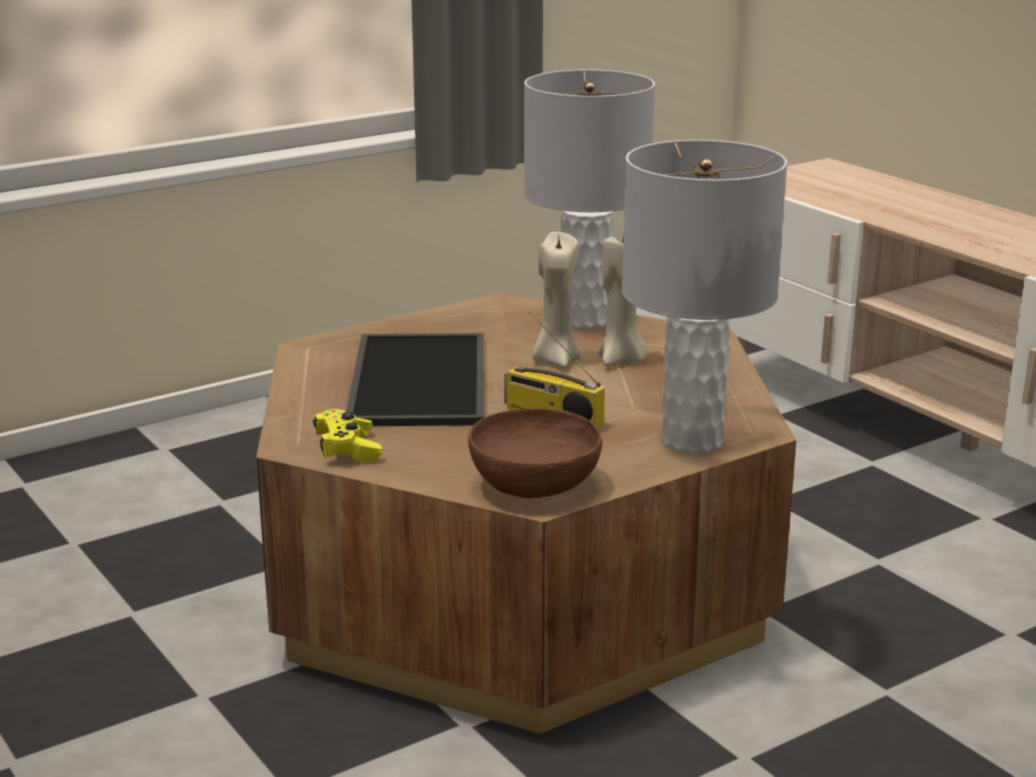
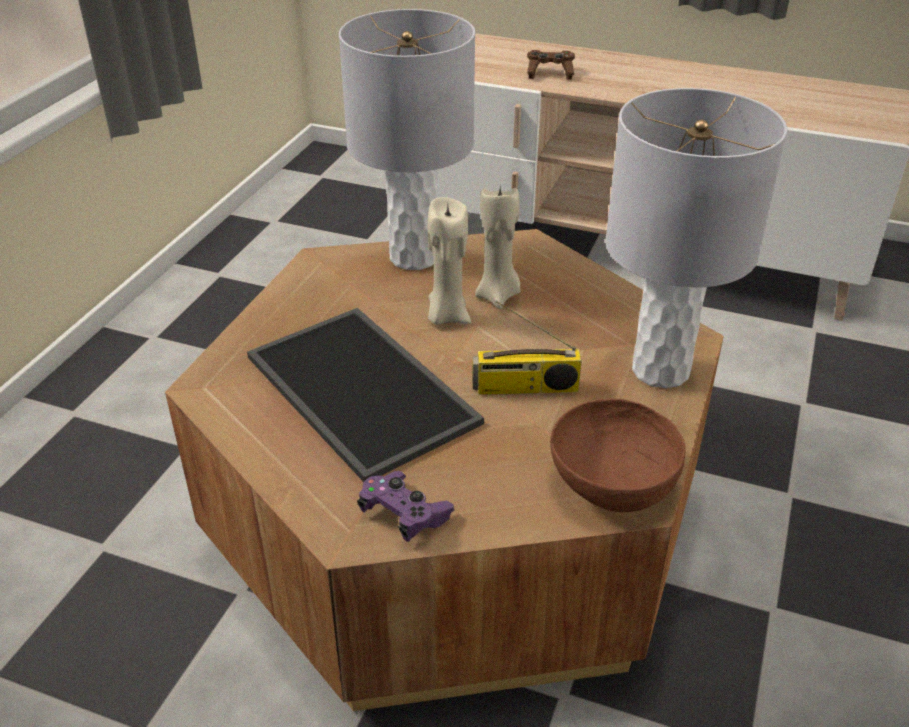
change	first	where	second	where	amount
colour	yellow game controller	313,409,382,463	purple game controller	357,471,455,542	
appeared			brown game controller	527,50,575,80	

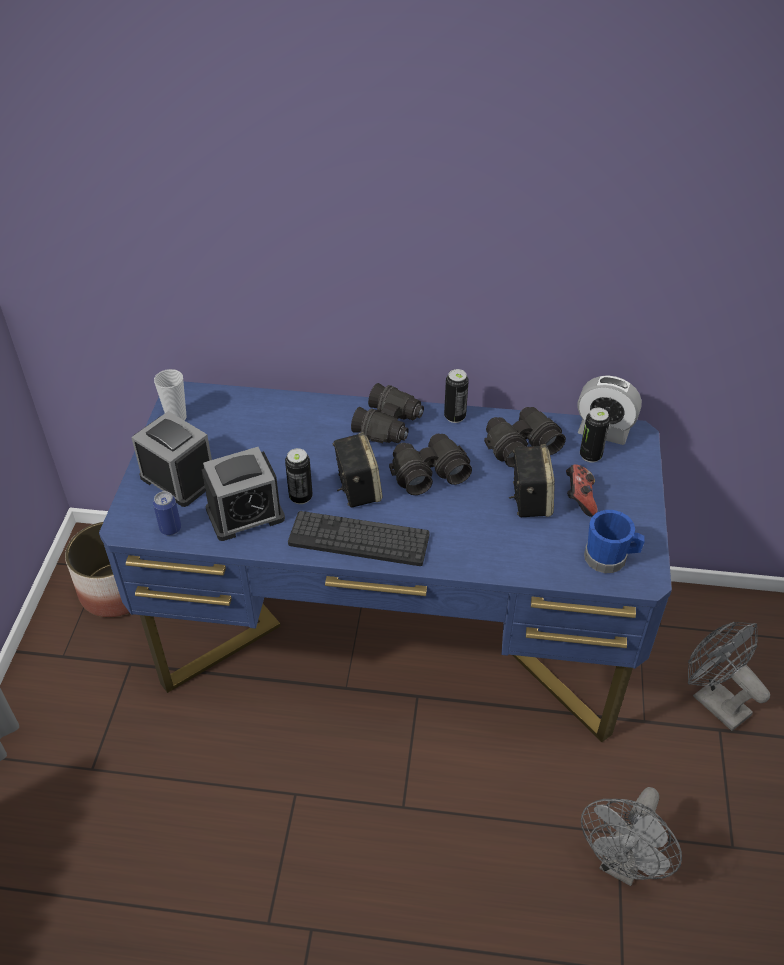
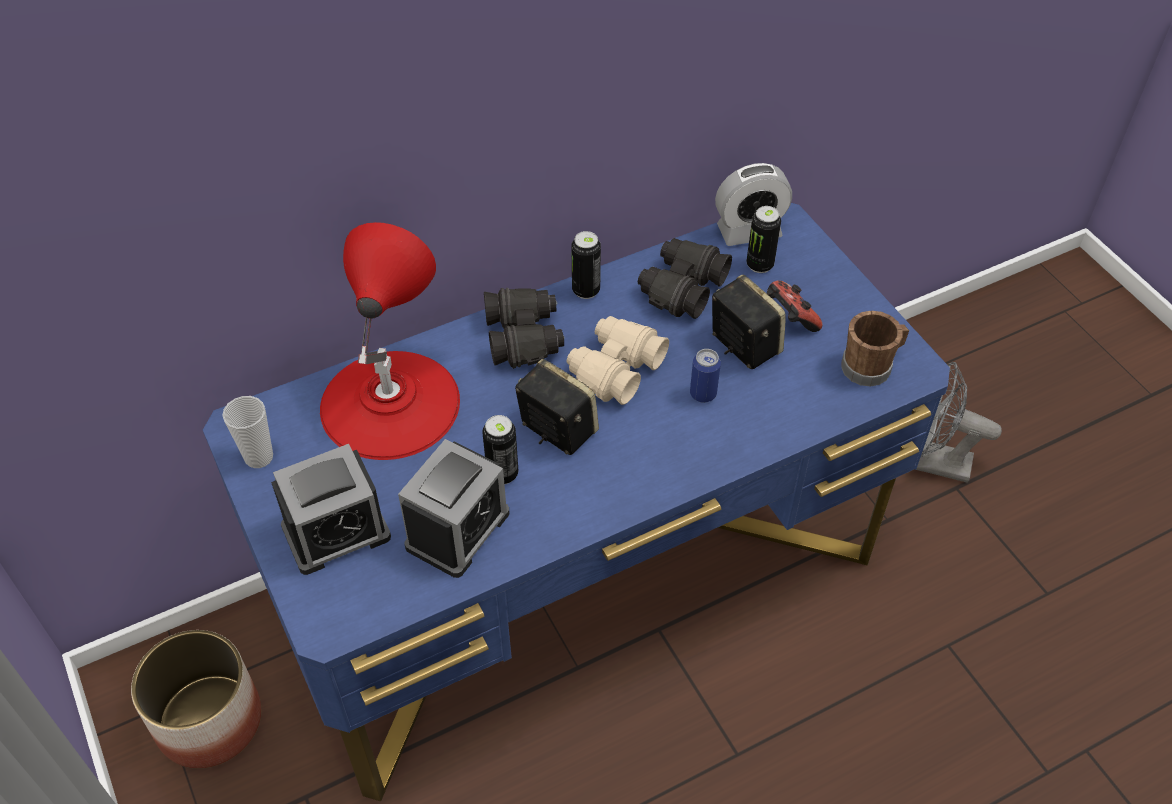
change	first	where	second	where	amount
spun	alarm clock	131,411,212,507		271,444,391,575	150 degrees clockwise
relocated	can	153,491,181,535		690,349,721,403	
missing	keyboard	288,511,430,566			
colour	black binoculars	389,434,472,495	beige binoculars	567,316,669,405	
missing	grey fan	581,787,682,886			
colour	blue mug	584,510,645,573	brown mug	841,311,909,387	
appeared			red table lamp	320,222,460,460	

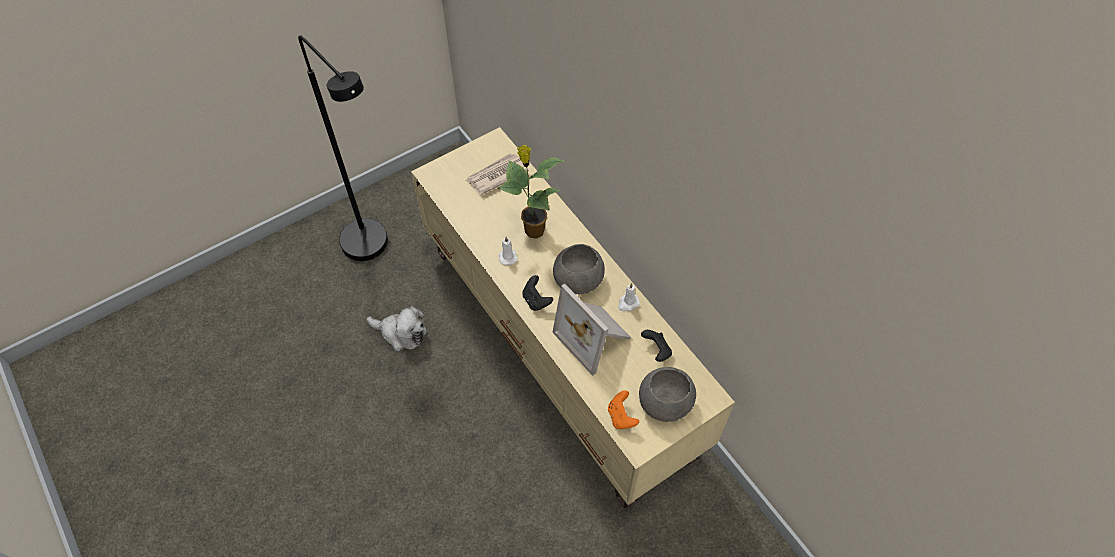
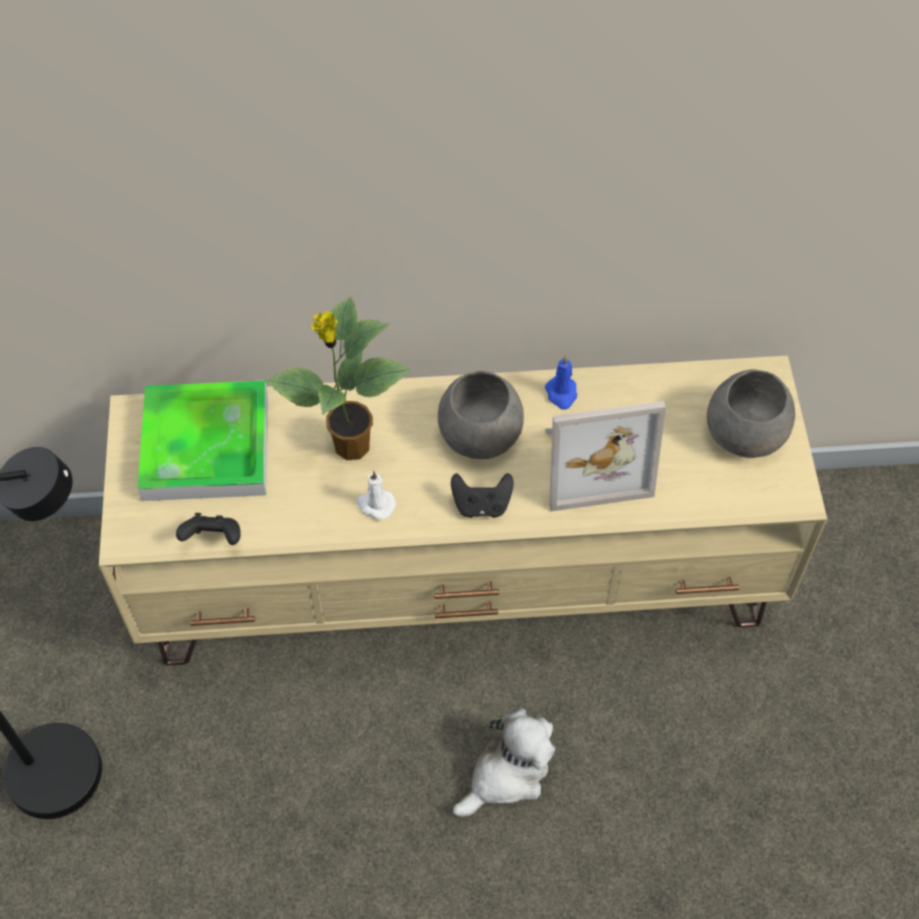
change	first	where	second	where	amount
relocated	plush toy	367,306,427,352		452,708,555,817	
exchanged	newspaper	466,153,529,195	tray	137,381,268,501	
missing	orange game controller	608,390,639,429			
colour	white candle	618,283,640,311	blue candle	545,355,577,410	
relocated	black game controller	641,330,672,362		176,513,241,545	

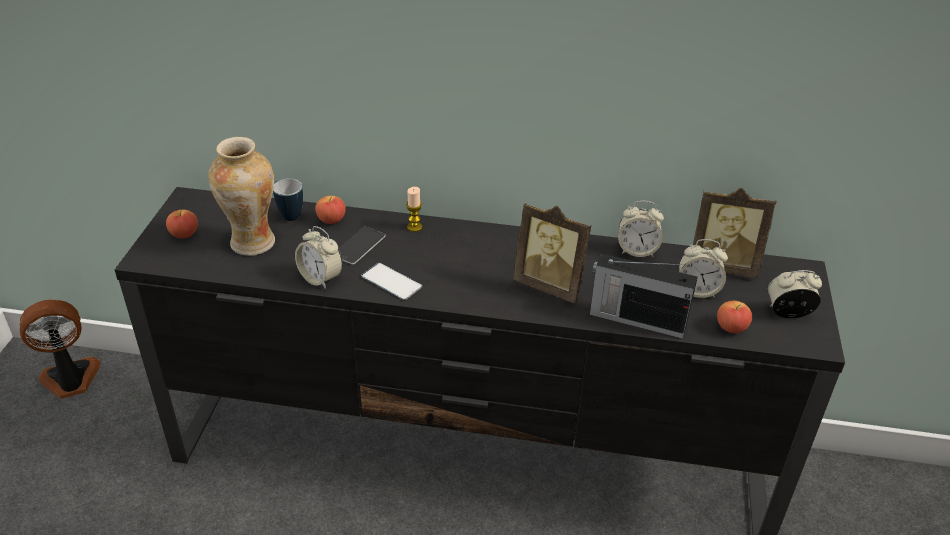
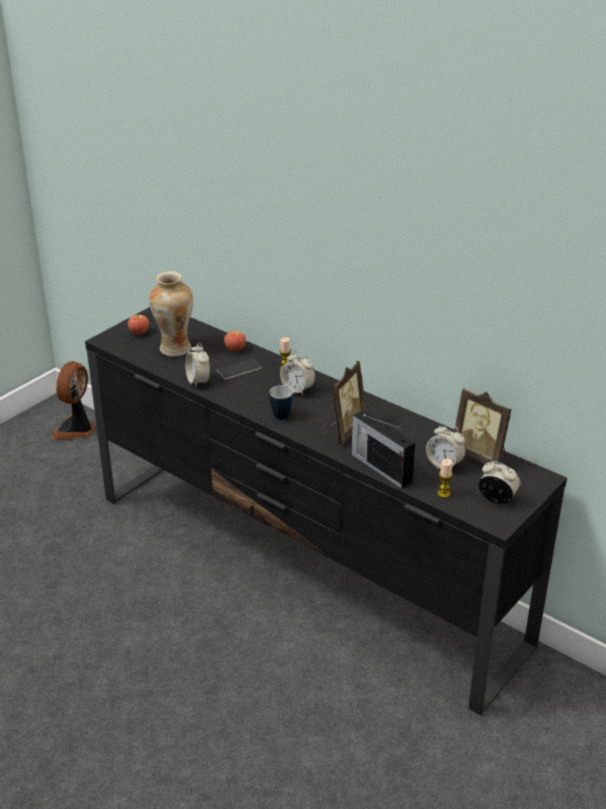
change	first	where	second	where	amount
spun	fan	19,300,100,399		51,361,97,439	75 degrees counterclockwise
relocated	mug	273,179,303,221		270,385,293,420	
missing	phone	361,263,422,300			
spun	picture frame	513,202,591,303		322,361,366,445	120 degrees counterclockwise
relocated	alarm clock	618,201,664,257		280,350,315,395	
exchanged	apple	717,301,752,333	candle	437,459,453,498	

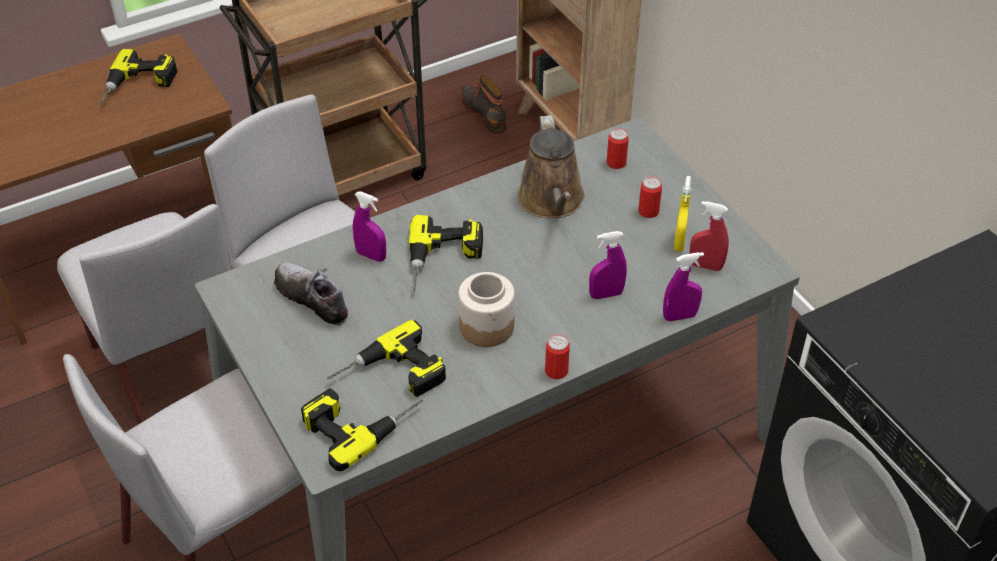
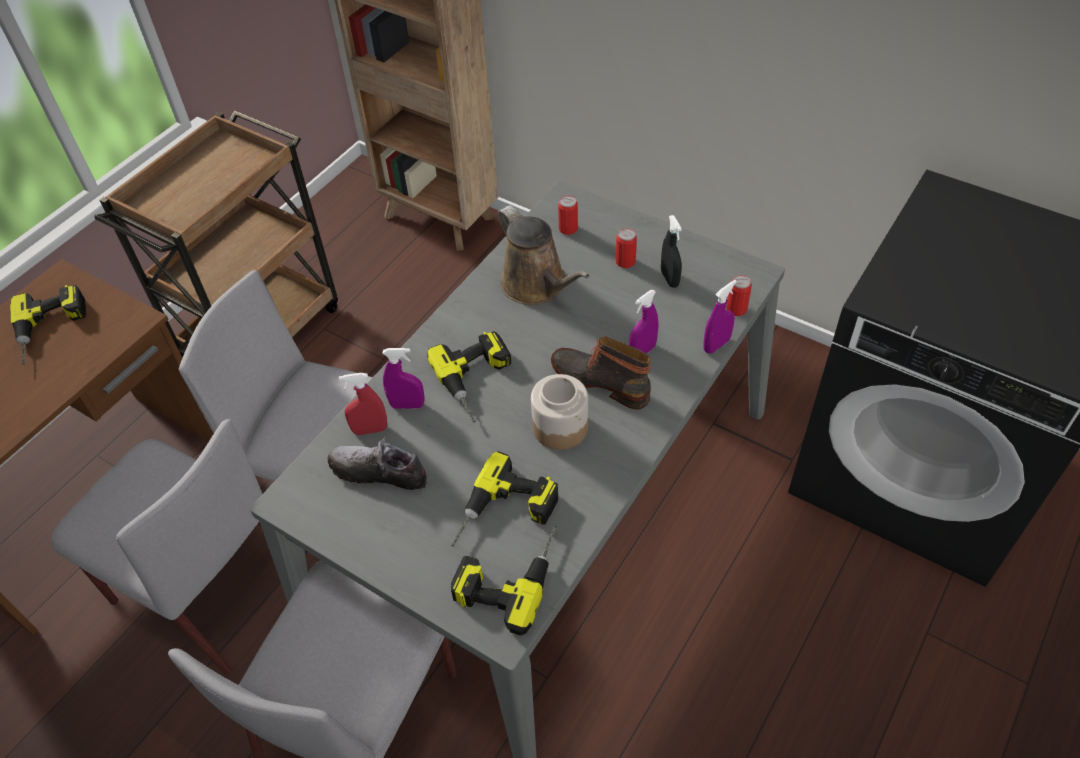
change	first	where	second	where	amount
relocated	boot	460,75,506,134		551,336,651,409	
relocated	can	545,334,570,379		726,275,752,316	
colour	yellow spray bottle	674,176,691,252	black spray bottle	661,215,682,288	
relocated	red spray bottle	689,201,729,271		339,373,387,435	

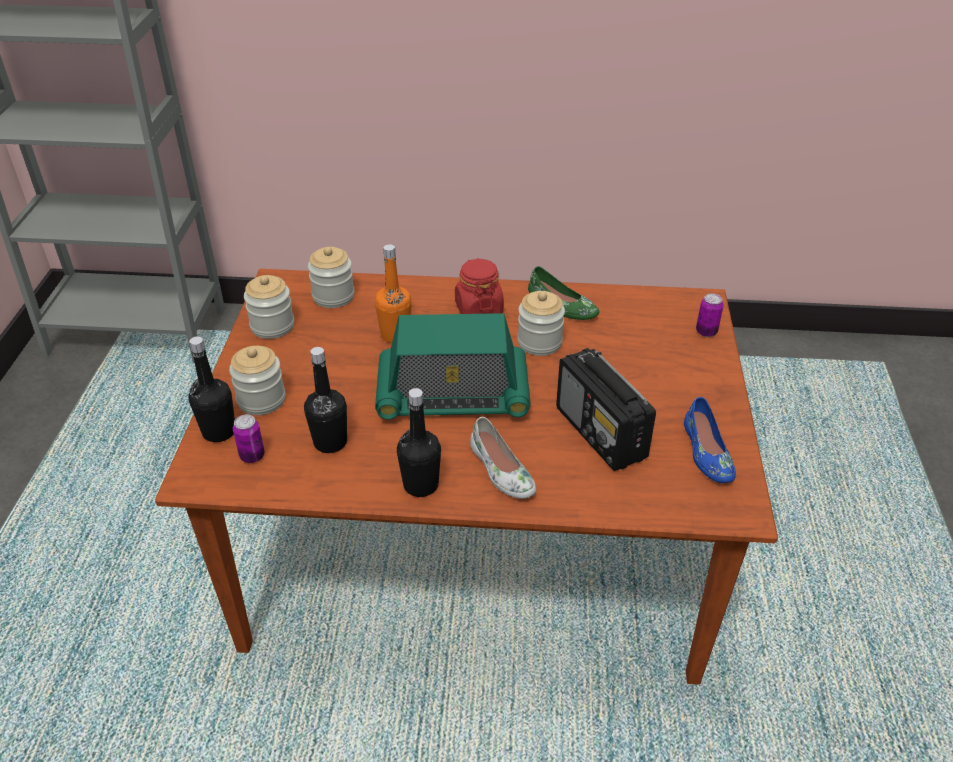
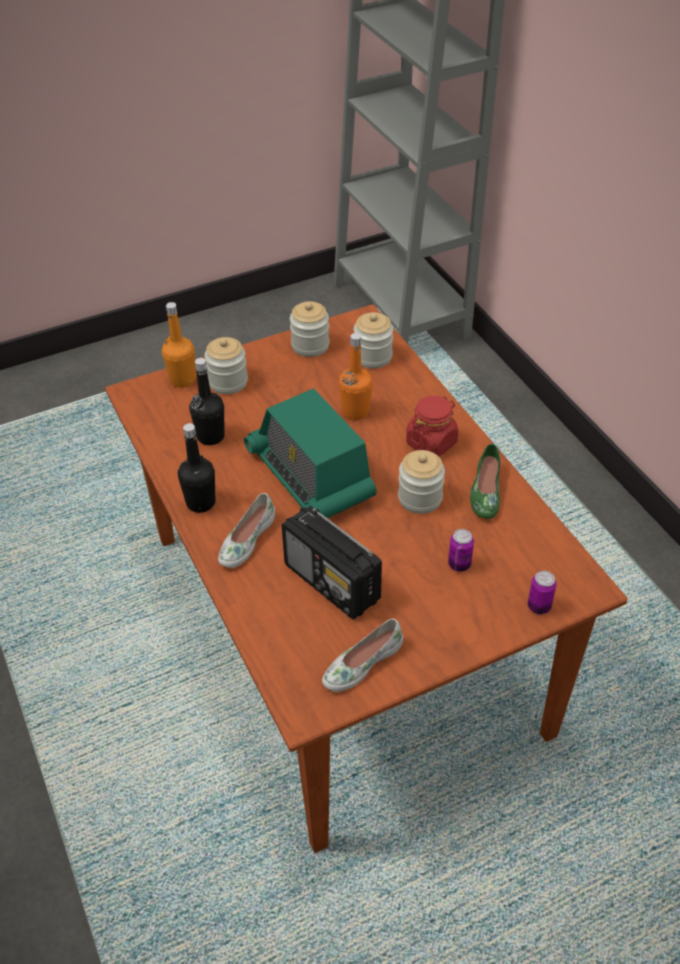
change	first	where	second	where	amount
colour	black bottle	188,337,235,442	orange bottle	162,302,196,388	
relocated	can	233,414,265,463		448,529,474,572	
spun	radio	556,348,656,471		282,506,382,620	75 degrees counterclockwise
colour	blue shoe	684,397,736,483	white shoe	322,619,403,692	

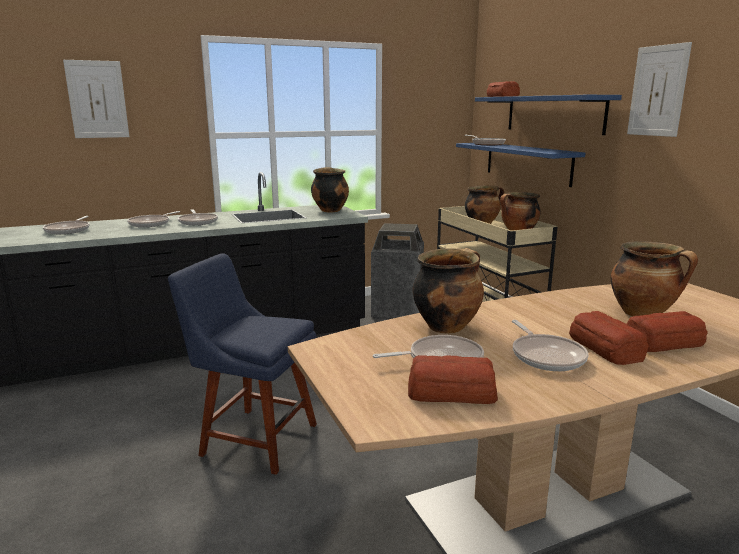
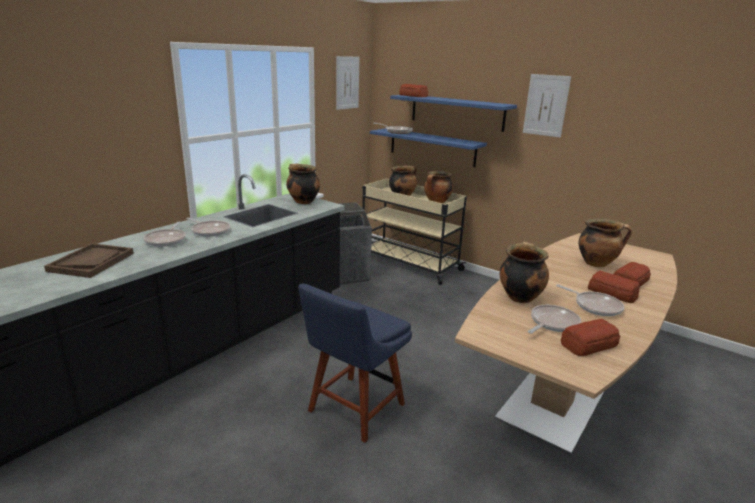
change	first	where	second	where	amount
exchanged	frying pan	43,216,89,234	brown tray	44,243,134,278	
relocated	picture	63,60,129,138		336,56,359,110	
spun	blue chair	168,253,317,475		298,283,412,443	45 degrees counterclockwise

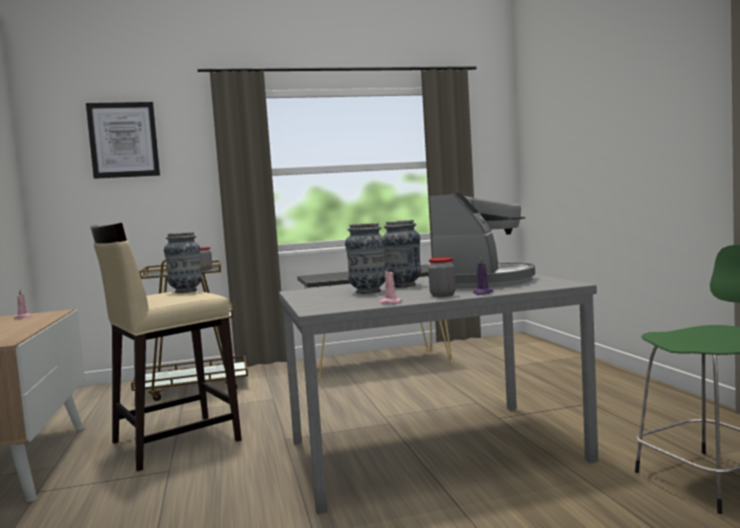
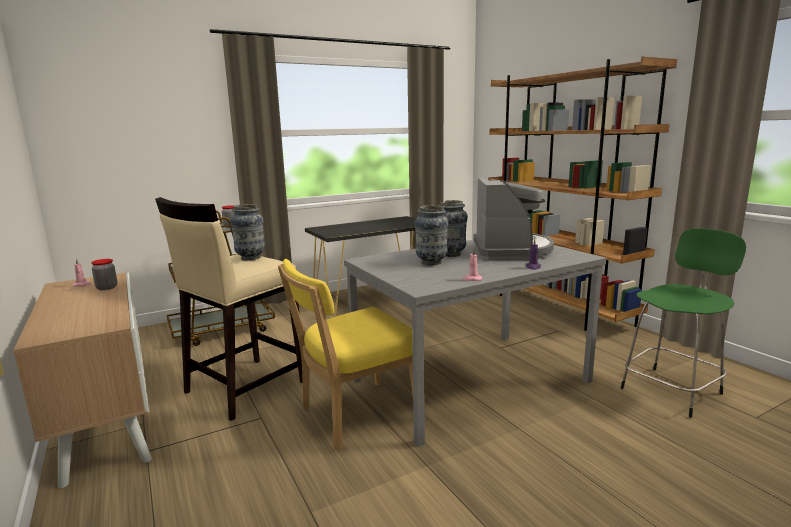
change	first	where	second	where	amount
missing	picture	86,102,160,179			
relocated	jar	428,257,456,297		91,259,117,290	
appeared			yellow chair	278,259,413,451	
appeared			brown bookcase	488,56,677,331	

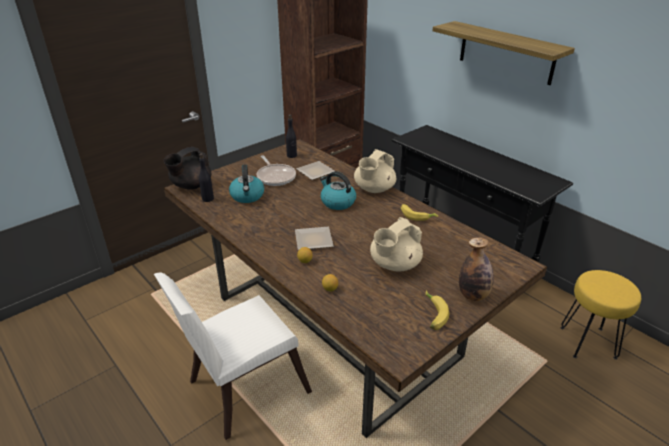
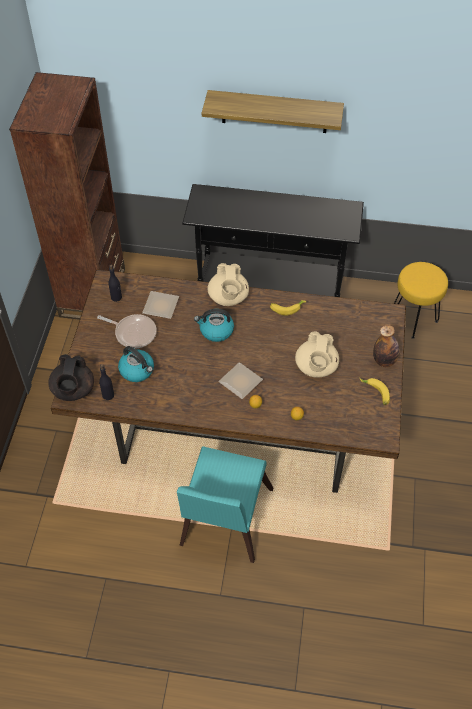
change	first	where	second	where	amount
colour	white chair	154,272,312,440	turquoise chair	177,446,273,563	

